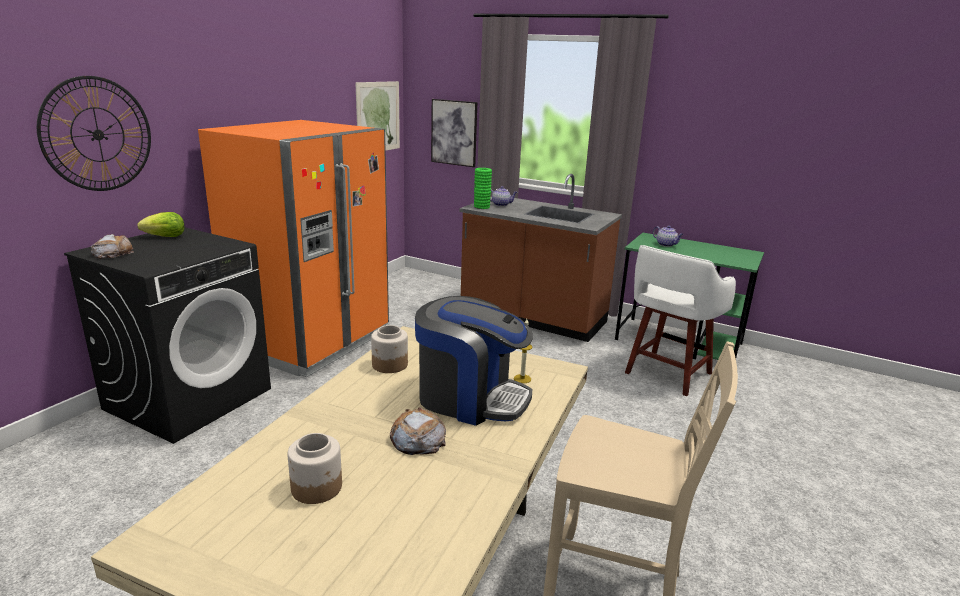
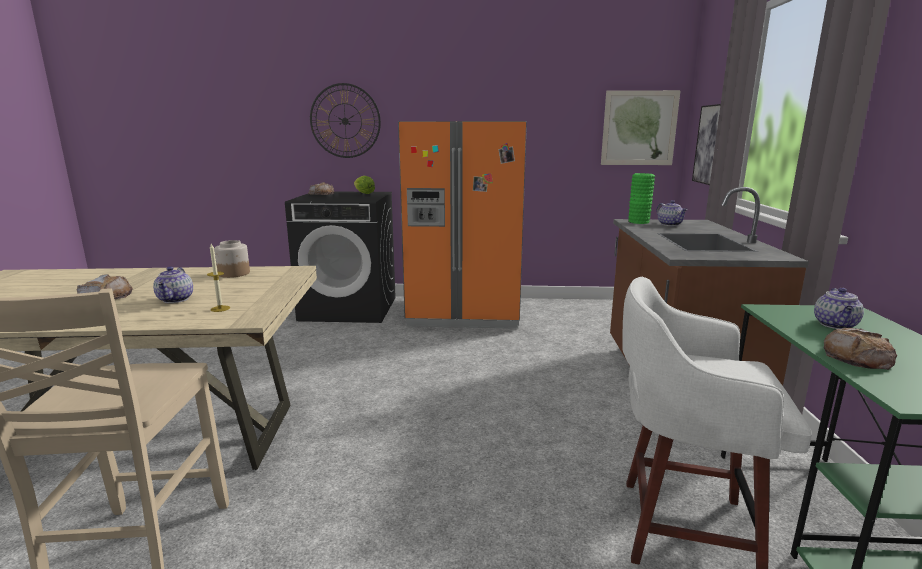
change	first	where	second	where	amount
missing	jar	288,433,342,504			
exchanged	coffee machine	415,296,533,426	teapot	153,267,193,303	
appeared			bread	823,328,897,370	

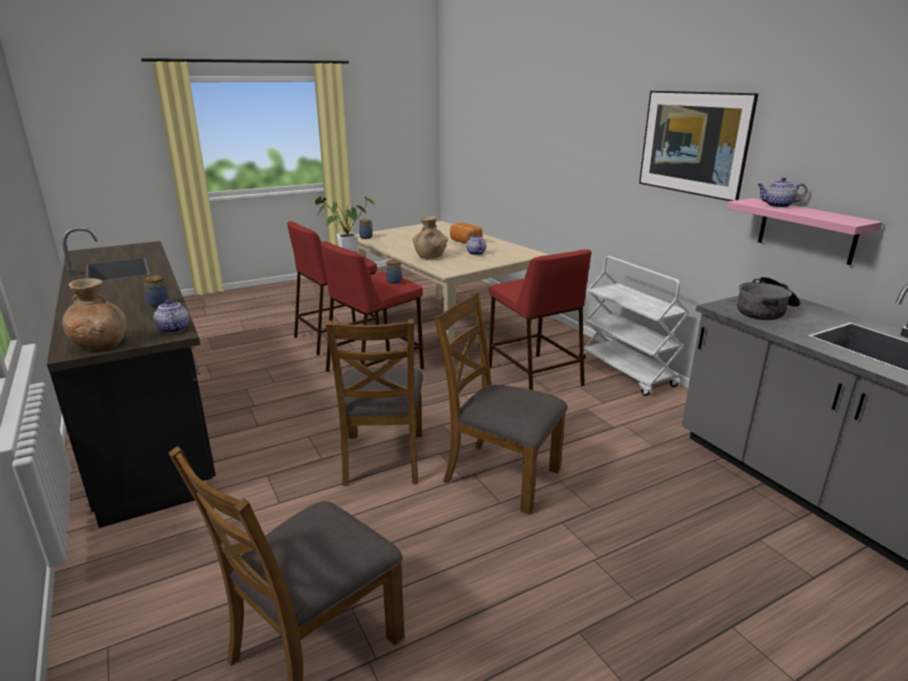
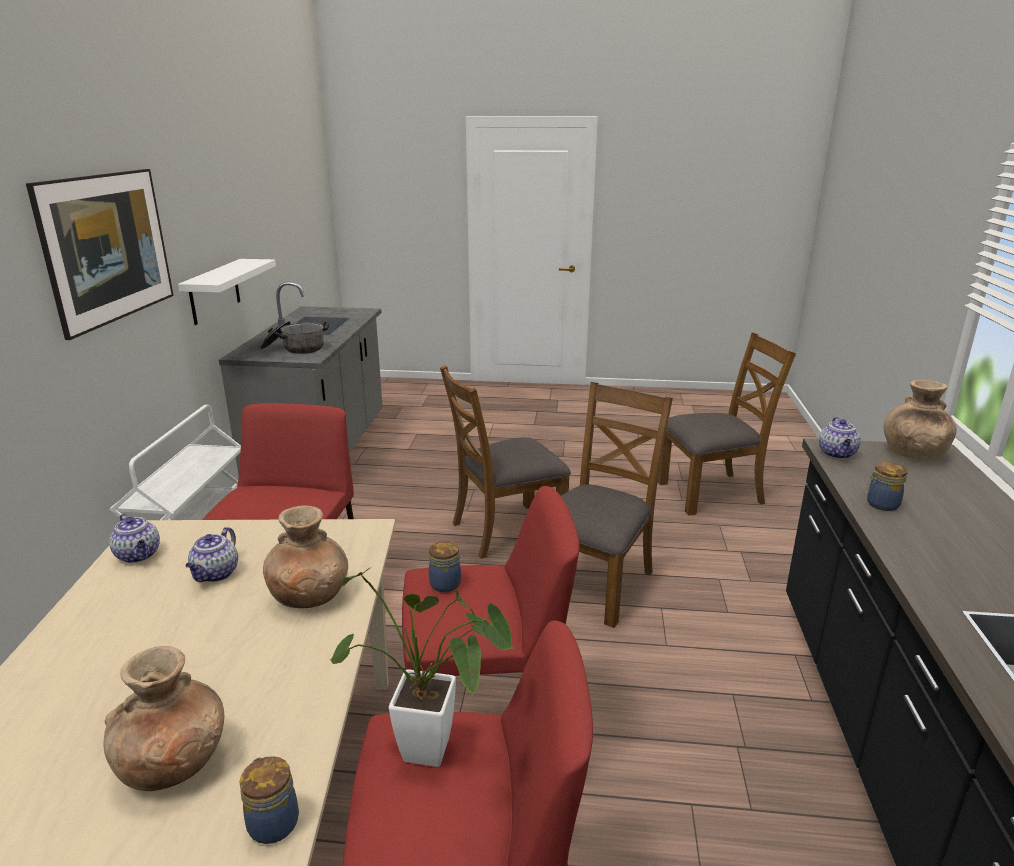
change	first	where	second	where	amount
spun	brown chair	434,292,568,515		440,365,571,559	90 degrees clockwise
missing	bread	450,223,483,244			
colour	pink shelf	727,198,883,265	white shelf	178,259,276,325	
relocated	teapot	757,177,807,208		109,514,160,563	
appeared			brown vase	103,646,224,791	

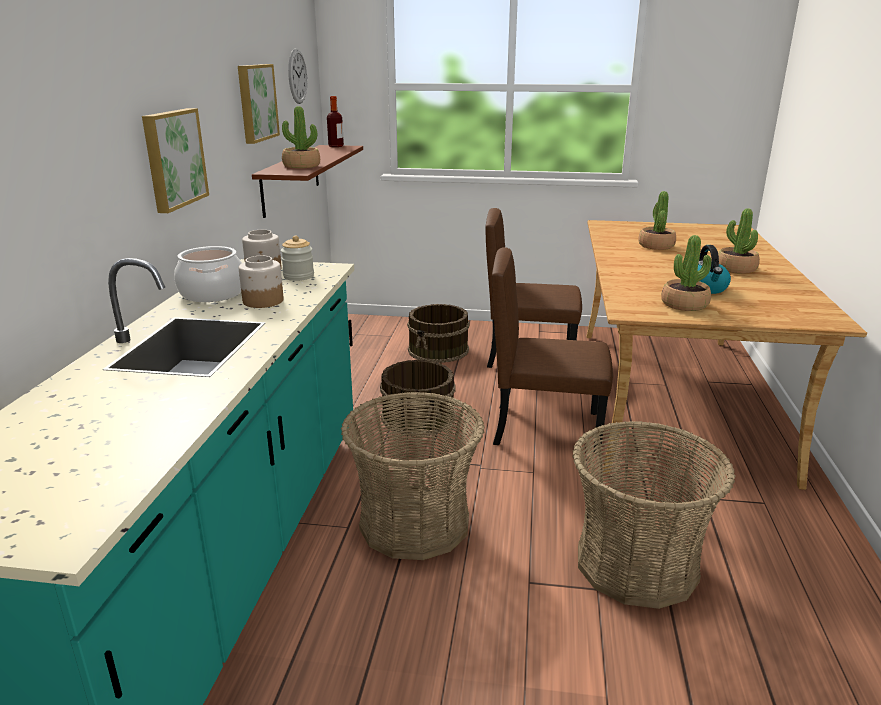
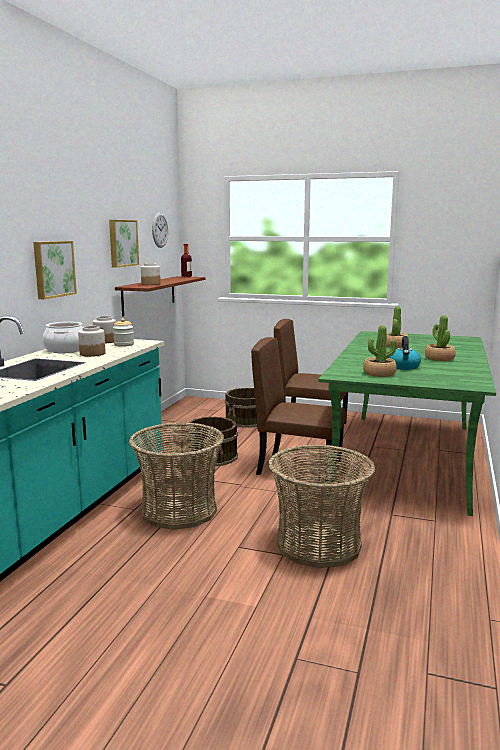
change	first	where	second	where	amount
exchanged	potted plant	282,106,320,168	jar	141,263,161,285	
colour	beige dining table	586,220,867,490	green dining table	319,331,496,516	

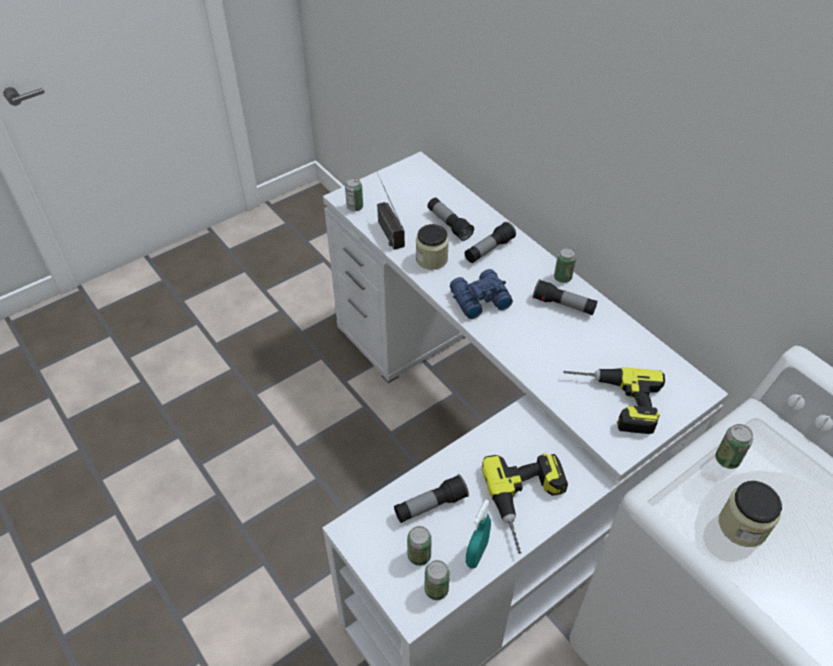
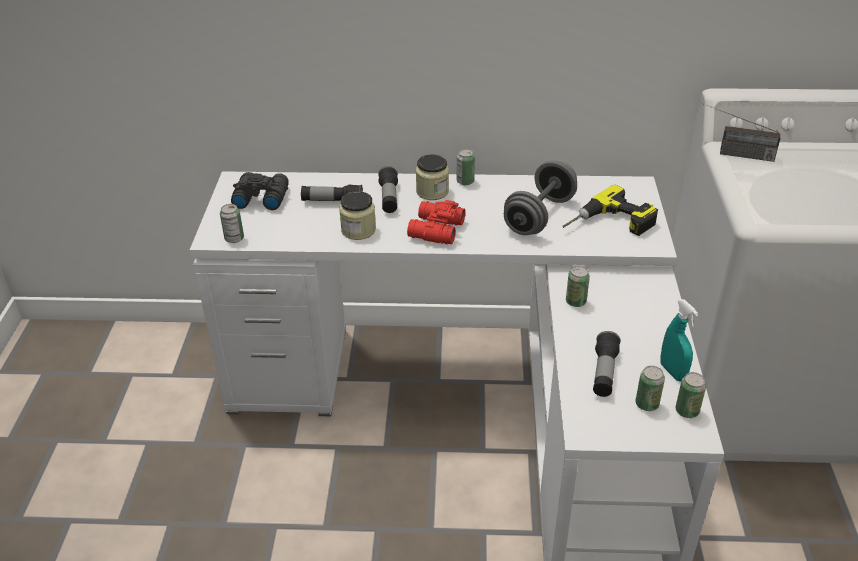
change	first	where	second	where	amount
relocated	radio	377,172,405,250		700,102,781,162	
colour	blue binoculars	450,269,513,319	red binoculars	407,200,465,244	
missing	power drill	482,453,568,554			
missing	flashlight	533,279,597,315			
relocated	can	715,424,753,469		566,266,590,307	
relocated	jar	719,481,782,547		416,155,449,200	
appeared			black binoculars	231,172,288,210	
appeared			grey dumbbell	504,161,577,235	

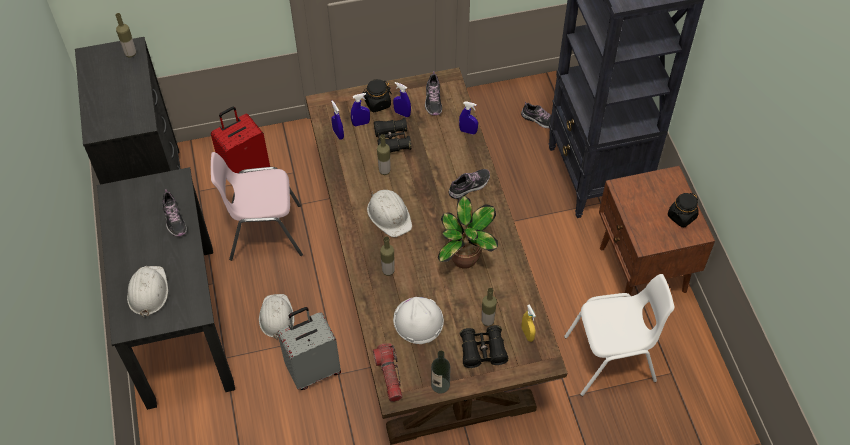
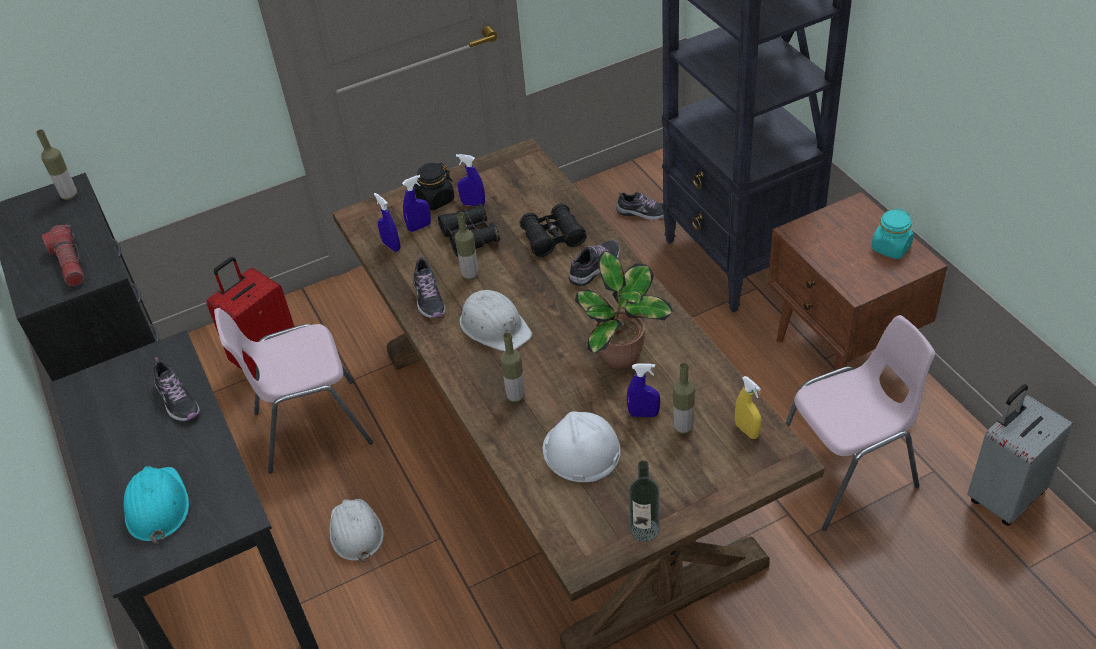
change	first	where	second	where	amount
colour	white hard hat	127,266,168,318	turquoise hard hat	124,466,189,544	
relocated	grey suitcase	277,307,341,390		967,384,1073,526	
relocated	flashlight	373,343,403,402		42,224,84,286	
relocated	shoe	425,71,442,116		413,255,446,318	
relocated	blue spray bottle	459,101,478,134		627,364,660,417	
relocated	black binoculars	460,325,508,368		519,203,587,257	
colour	white chair	564,274,674,396	pink chair	785,315,935,531	
colour	black jar	668,193,699,227	turquoise jar	871,208,914,259	

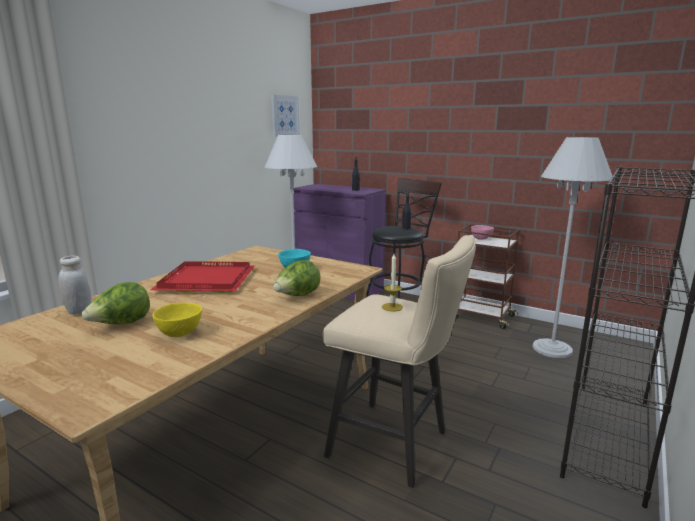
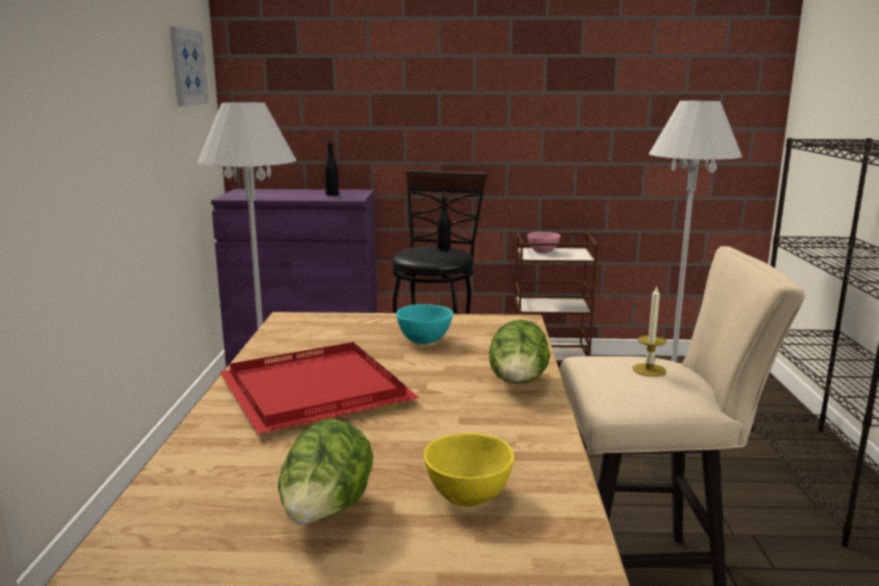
change	first	where	second	where	amount
missing	white jar	58,256,92,315			

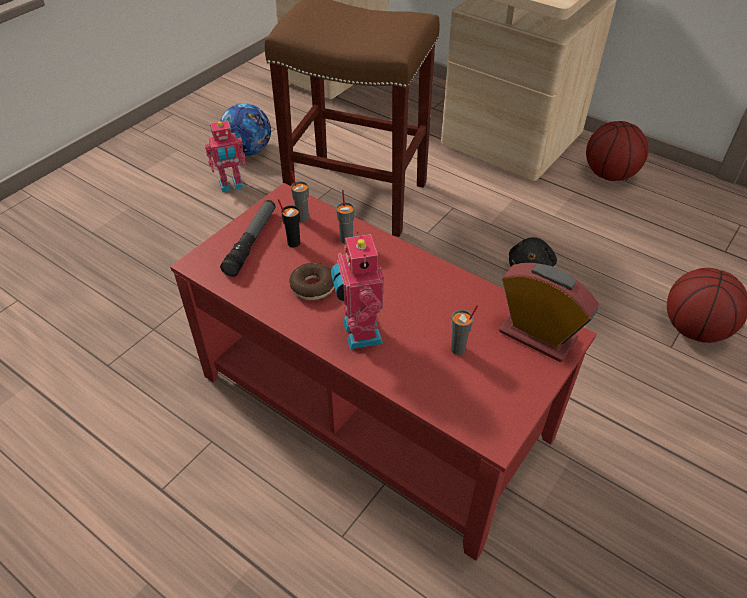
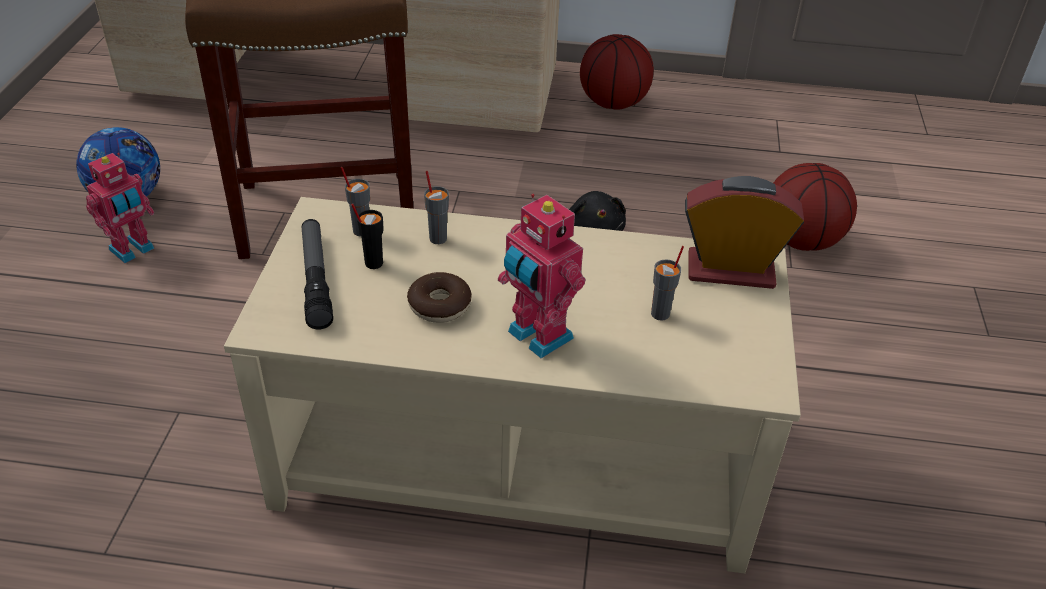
change	first	where	second	where	amount
colour	red coffee table	170,183,596,561	beige coffee table	224,197,801,574	

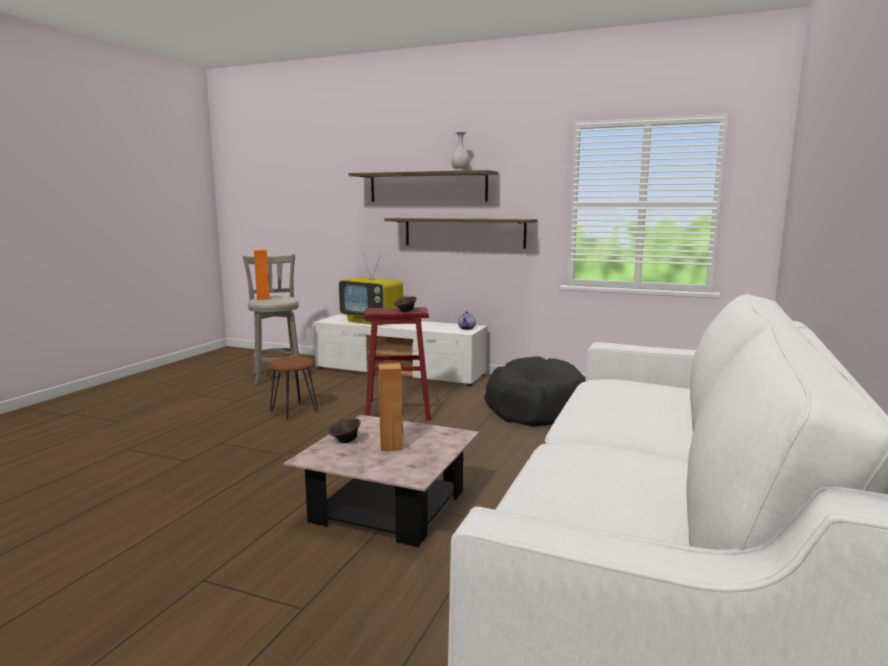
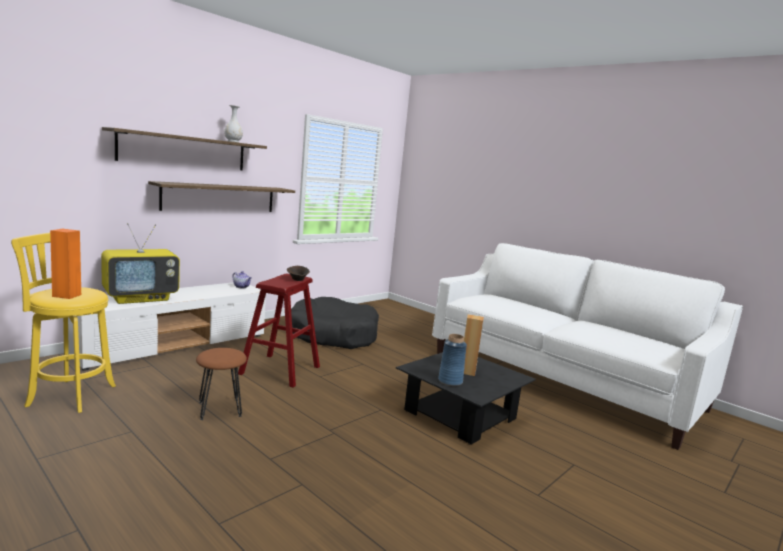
change	first	where	second	where	amount
colour	grey stool	243,254,304,385	yellow stool	11,233,116,413	
colour	pink coffee table	284,415,480,547	black coffee table	396,352,536,444	
exchanged	brown bowl	329,418,360,443	blue vase	438,334,467,386	

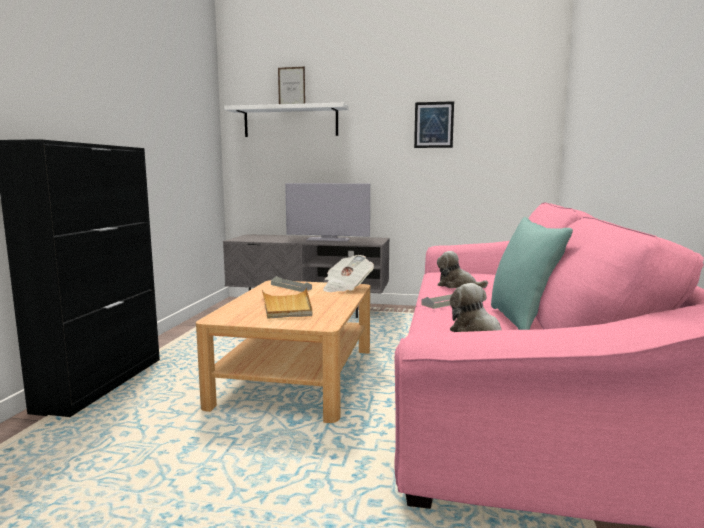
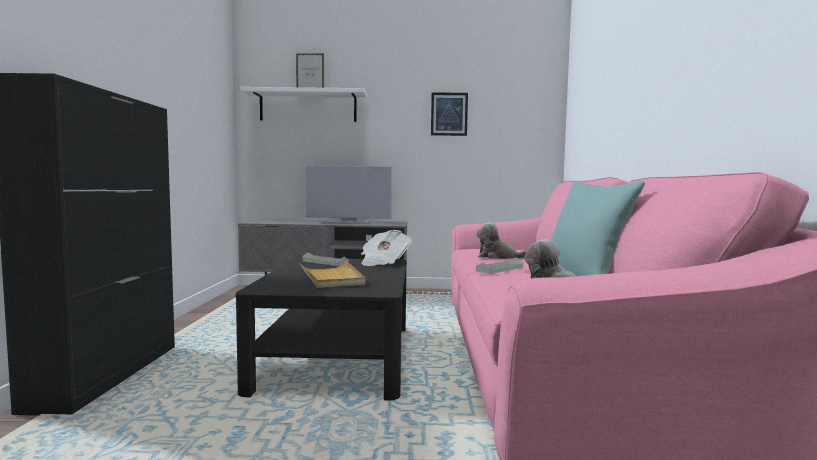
change	first	where	second	where	amount
colour	beige coffee table	196,280,370,423	black coffee table	235,258,407,400	

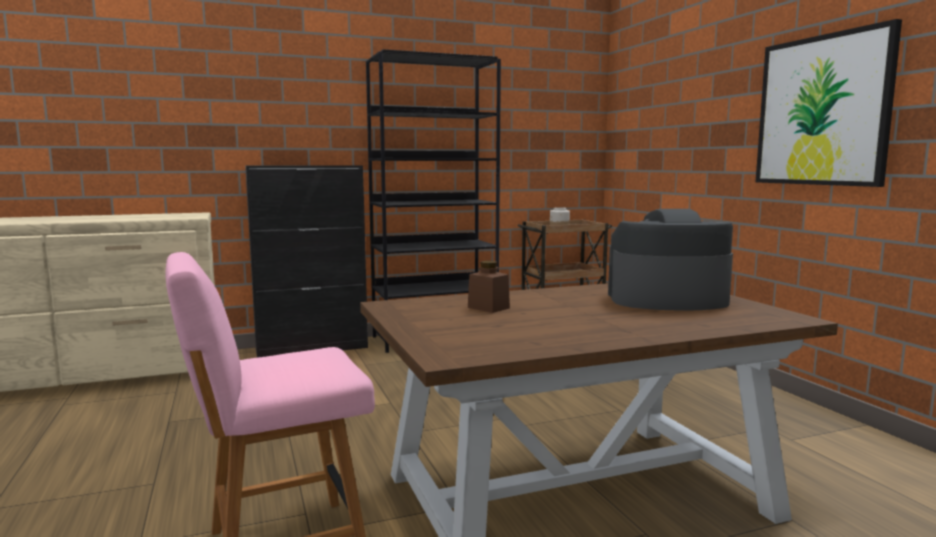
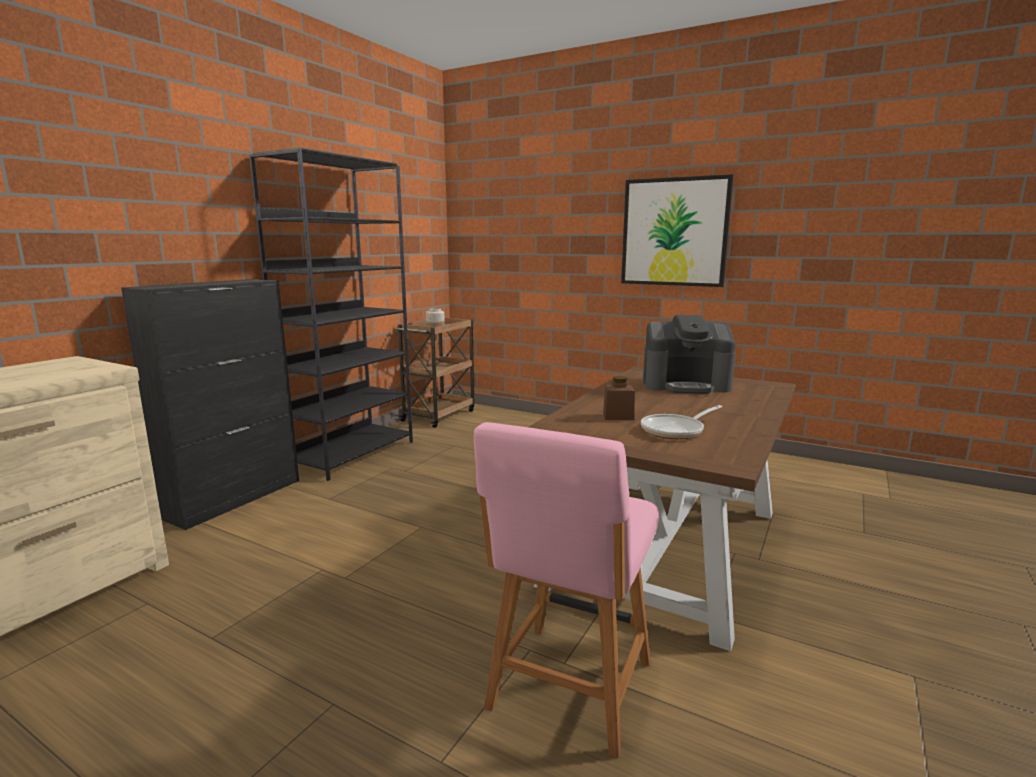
change	first	where	second	where	amount
spun	coffee machine	608,209,733,310		643,315,736,394	135 degrees counterclockwise
appeared			frying pan	641,405,722,439	

